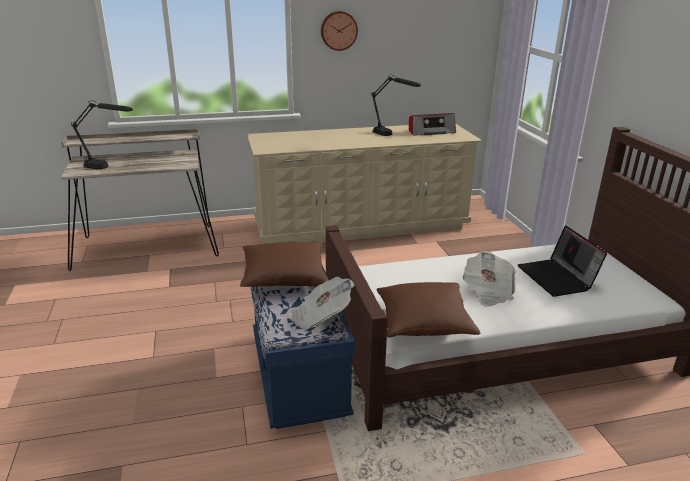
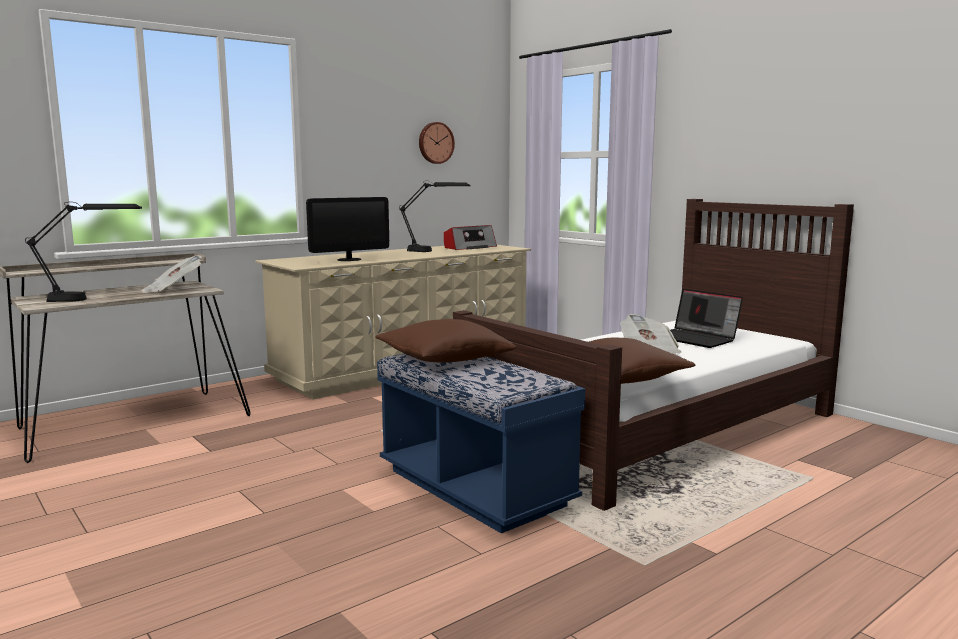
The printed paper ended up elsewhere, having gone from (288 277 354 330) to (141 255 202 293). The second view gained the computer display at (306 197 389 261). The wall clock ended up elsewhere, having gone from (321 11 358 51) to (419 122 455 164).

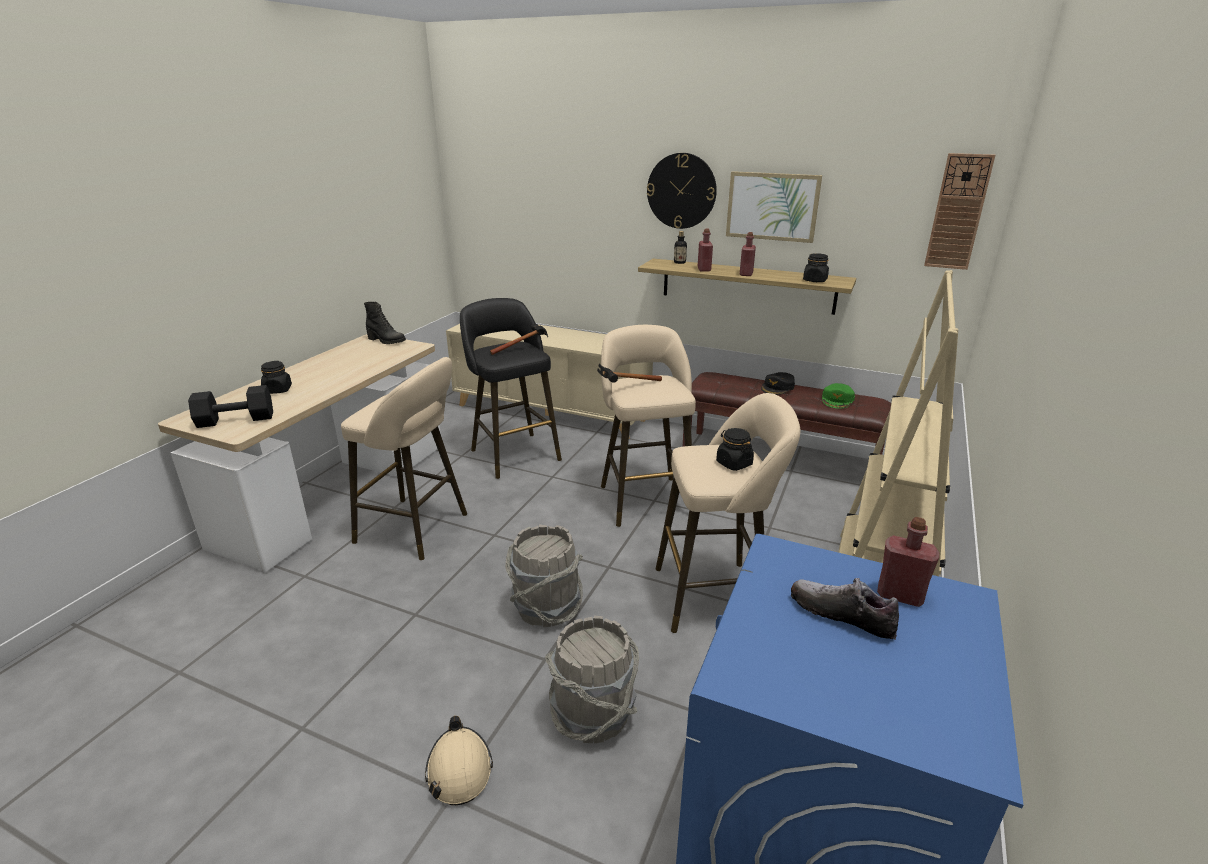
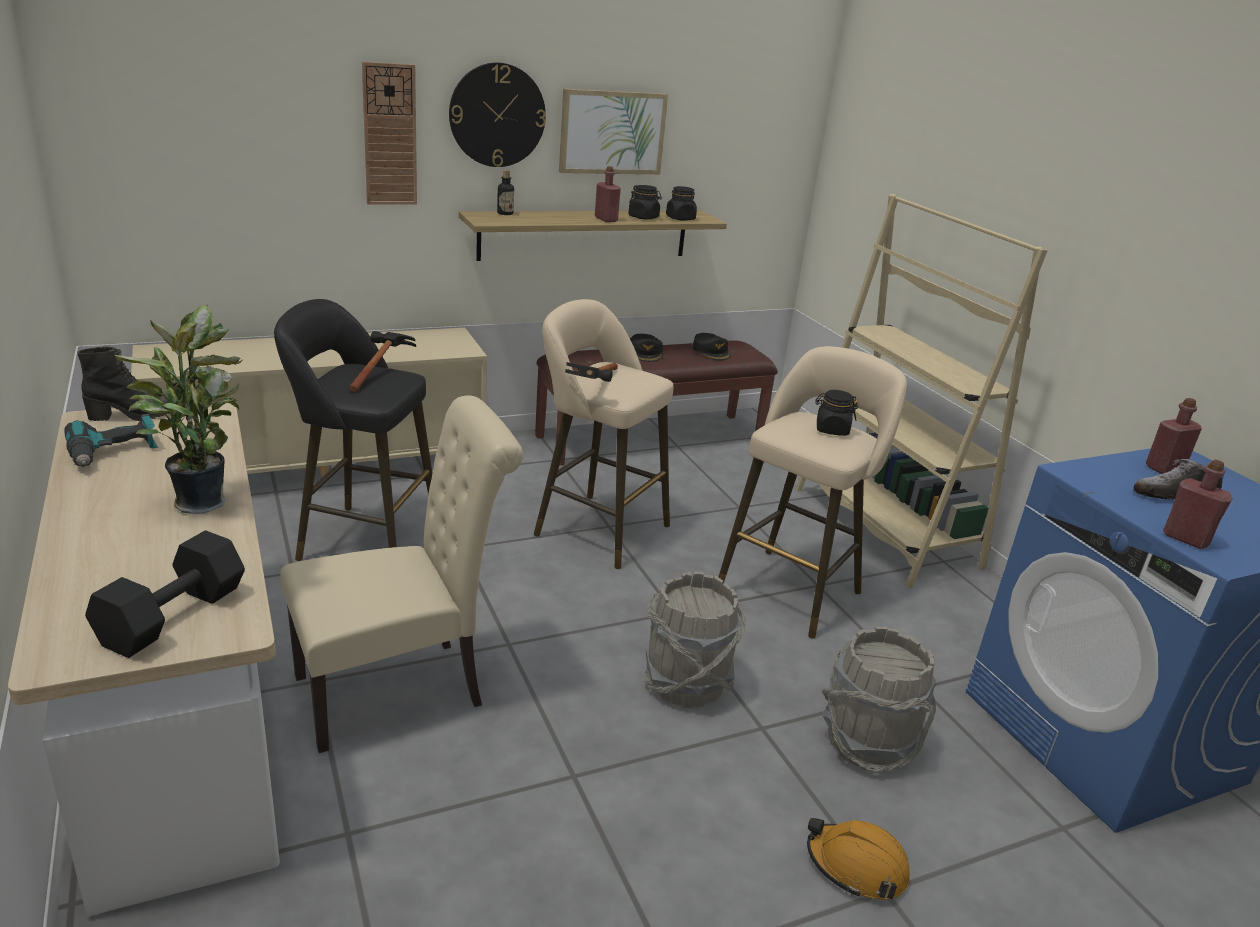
The second view gained the power drill at (64 414 158 467). The second view gained the plant in a pot at (115 305 242 514). Where the stool seat/beige stood at (341 357 467 560), the plain chair/beige came to stand at (280 395 523 753). The wall clock ended up elsewhere, having gone from (924 153 995 270) to (362 62 417 205). The preserve jar/blackish ended up elsewhere, having gone from (261 361 292 394) to (628 185 662 220). What was the cap/green-coloured at (822 383 855 409) turned into the cap/blackish at (693 333 731 360). What was the hard hat/beige at (425 716 493 805) turned into the hard hat/orange-coloured at (807 818 910 900). The beverage bottle/red-coloured ended up elsewhere, having gone from (697 229 713 272) to (1163 459 1233 549).

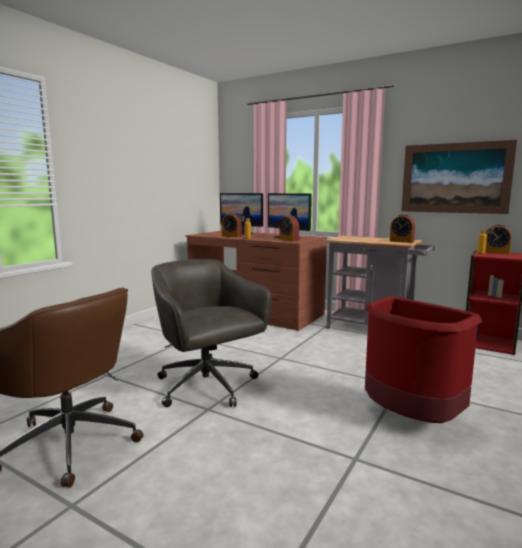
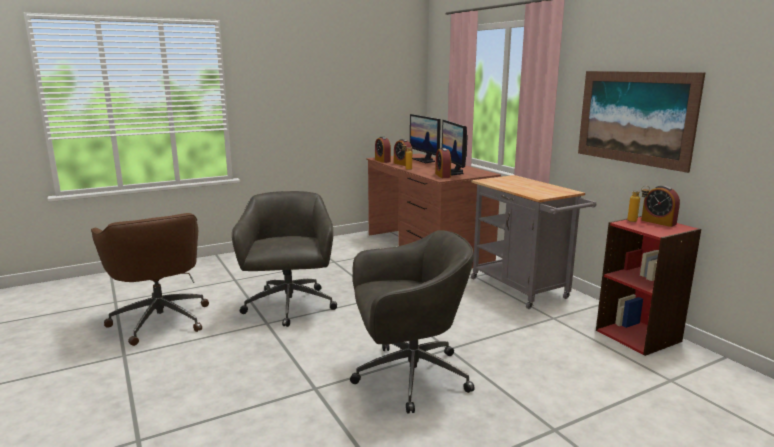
Where the waste bin/red-coloured stood at (365 296 482 423), the desk chair/greyish came to stand at (350 230 475 414). The alarm clock ended up elsewhere, having gone from (390 214 415 243) to (375 137 391 163).

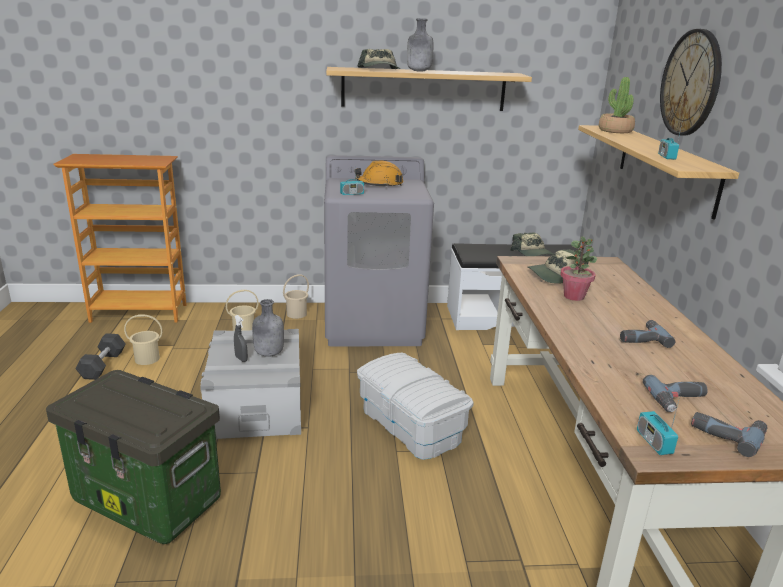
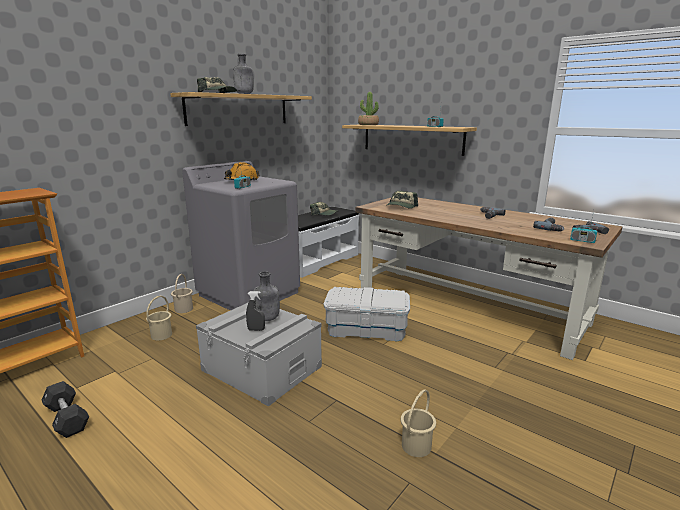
The bucket/beige ended up elsewhere, having gone from (124 314 162 365) to (401 390 436 457). The second view lost the storage box at (46 370 221 544). The second view lost the plant in a pot at (560 236 597 301). The second view lost the wall clock at (660 29 722 135).

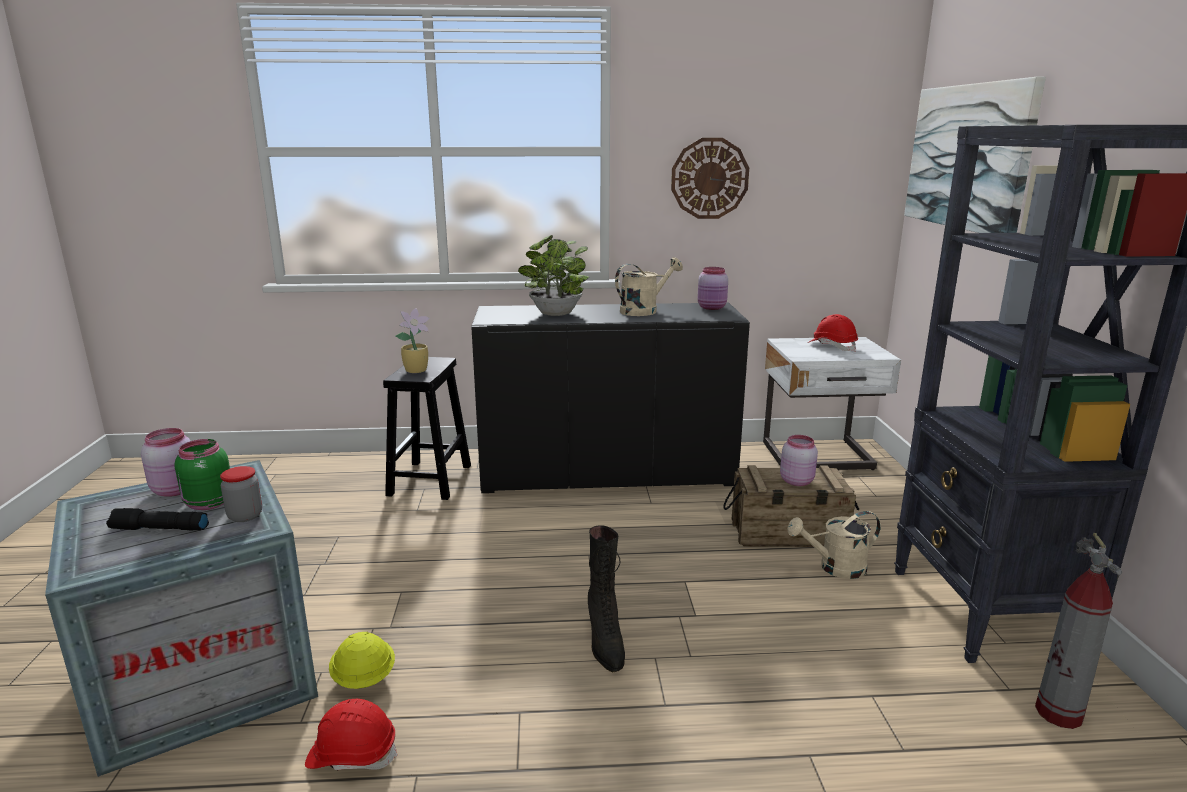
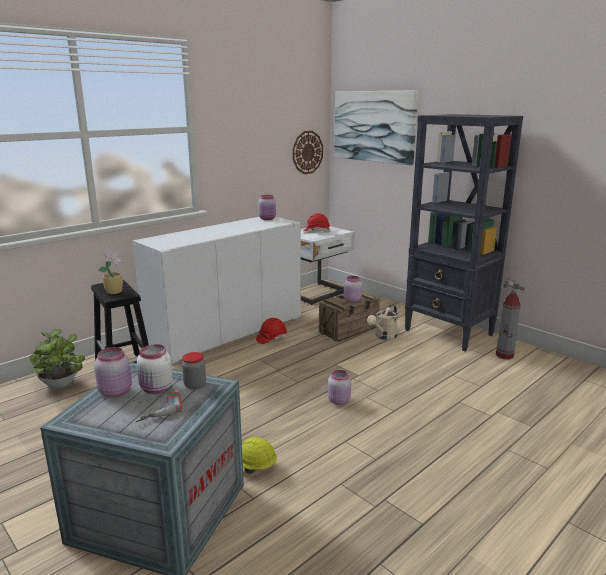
The plant in a pot ended up elsewhere, having gone from (518 235 589 316) to (30 329 85 388). What was the cupboard/blackish at (471 303 750 493) turned into the cupboard/white-coloured at (132 217 301 365). Where the hand torch/blackish stood at (106 508 209 531), the power drill came to stand at (136 390 182 422). What was the preserve jar/green-coloured at (174 439 230 510) turned into the preserve jar/white-coloured at (137 344 173 394). The hard hat/red-coloured ended up elsewhere, having gone from (305 699 398 770) to (256 318 287 344). The wall clock ended up elsewhere, having gone from (671 138 749 219) to (293 131 323 174). Where the high-top boot/blackish stood at (588 525 625 672), the preserve jar/pinkish came to stand at (328 370 351 405). The second view lost the sprinkling can/beige at (615 257 683 316).

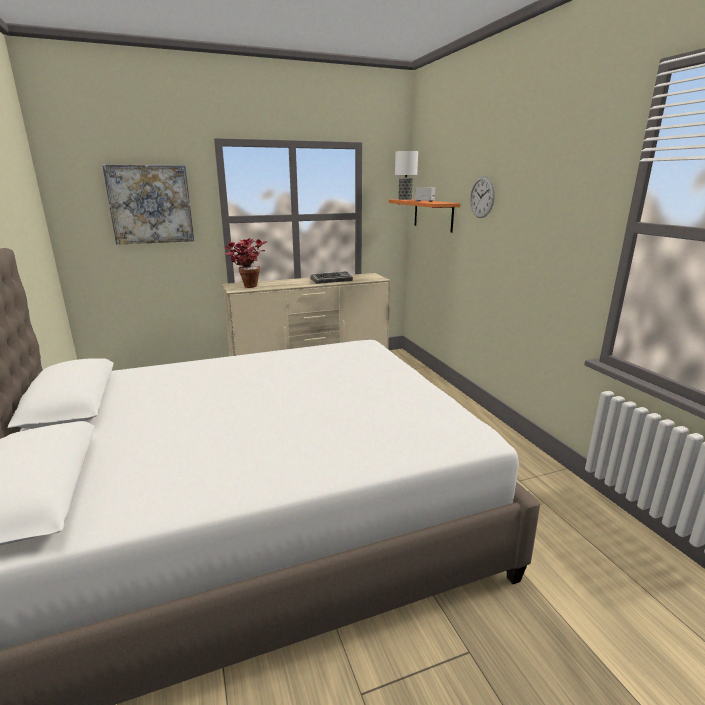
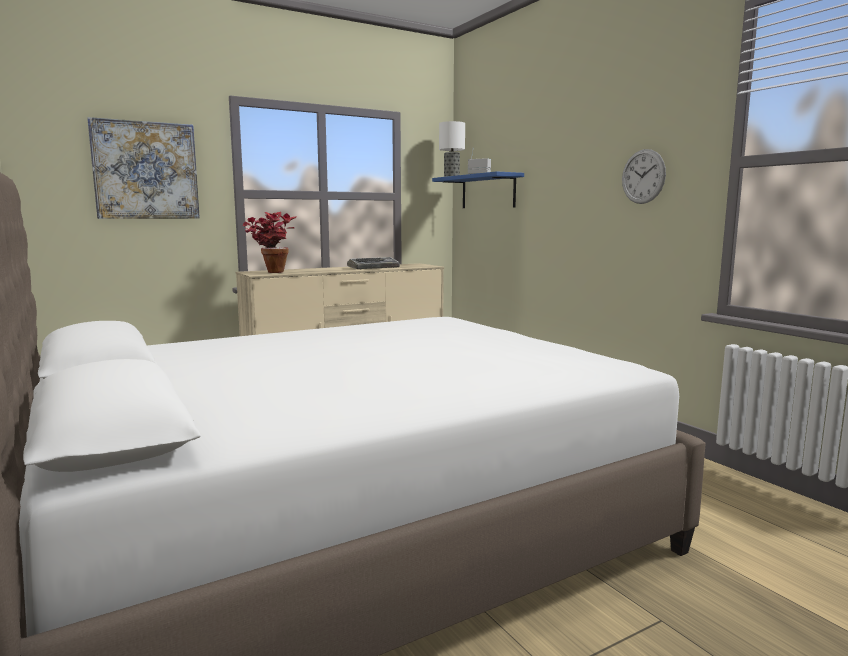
What was the shelf/orange-coloured at (389 199 460 233) turned into the shelf/blue-coloured at (432 171 524 208). The wall clock ended up elsewhere, having gone from (470 176 495 218) to (622 149 666 204).

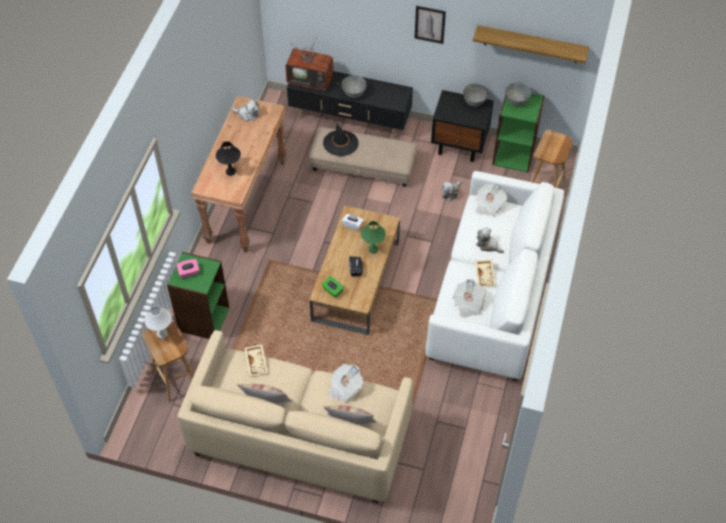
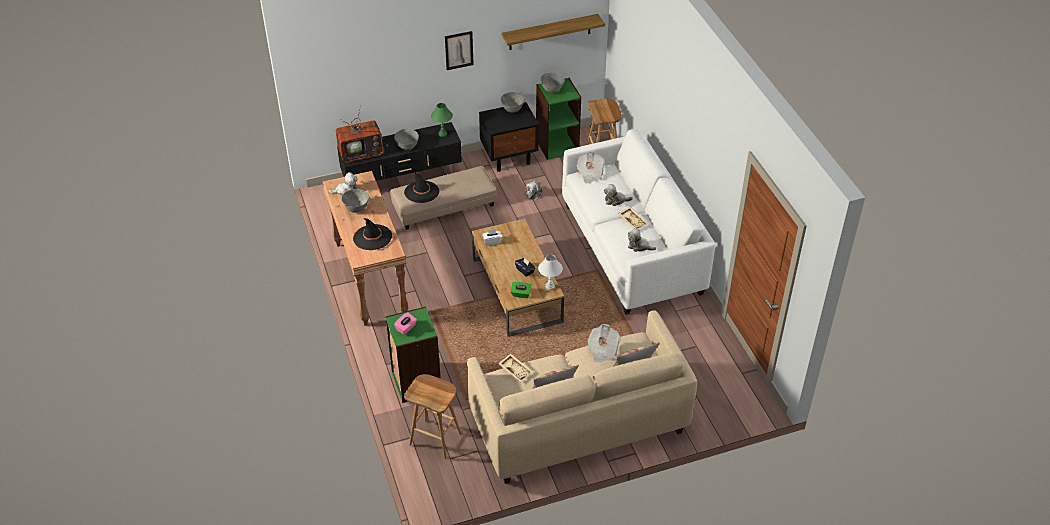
The second view gained the serving bowl/greyish at (342 189 369 213). Where the lamp for a table/blackish stood at (216 141 241 176), the hat/blackish came to stand at (353 218 392 250). The lamp for a table/green-coloured ended up elsewhere, having gone from (361 221 386 253) to (431 103 453 137). The lamp for a table/white-coloured ended up elsewhere, having gone from (145 306 172 339) to (538 255 563 290). Where the printed paper stood at (453 279 486 318), the cuddly toy came to stand at (628 228 656 252).

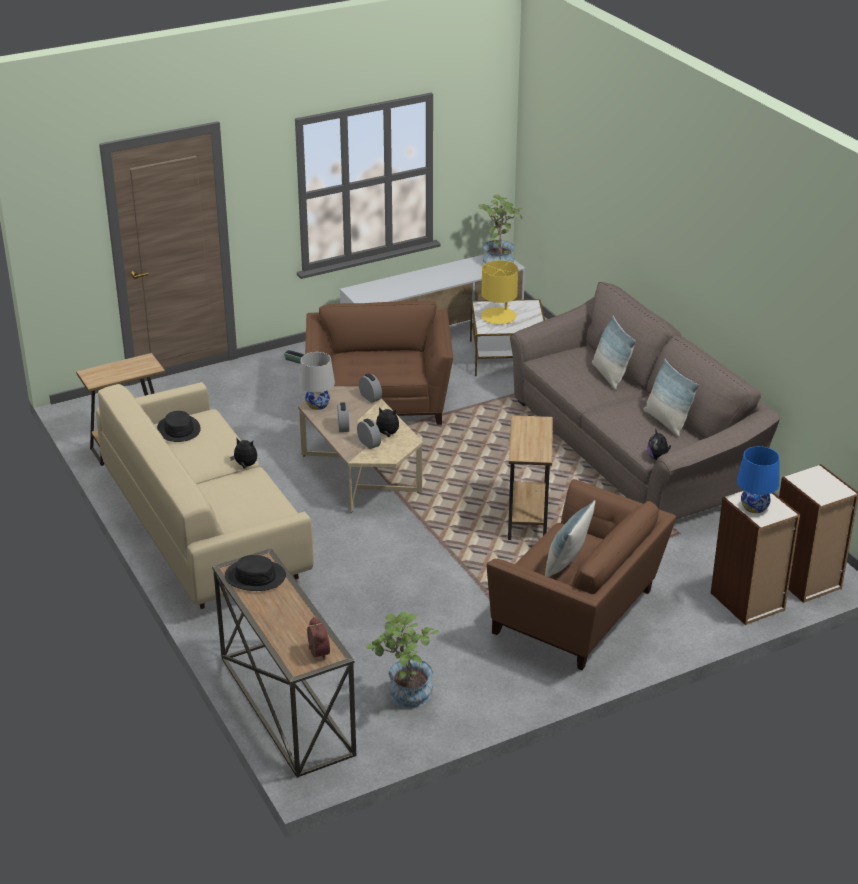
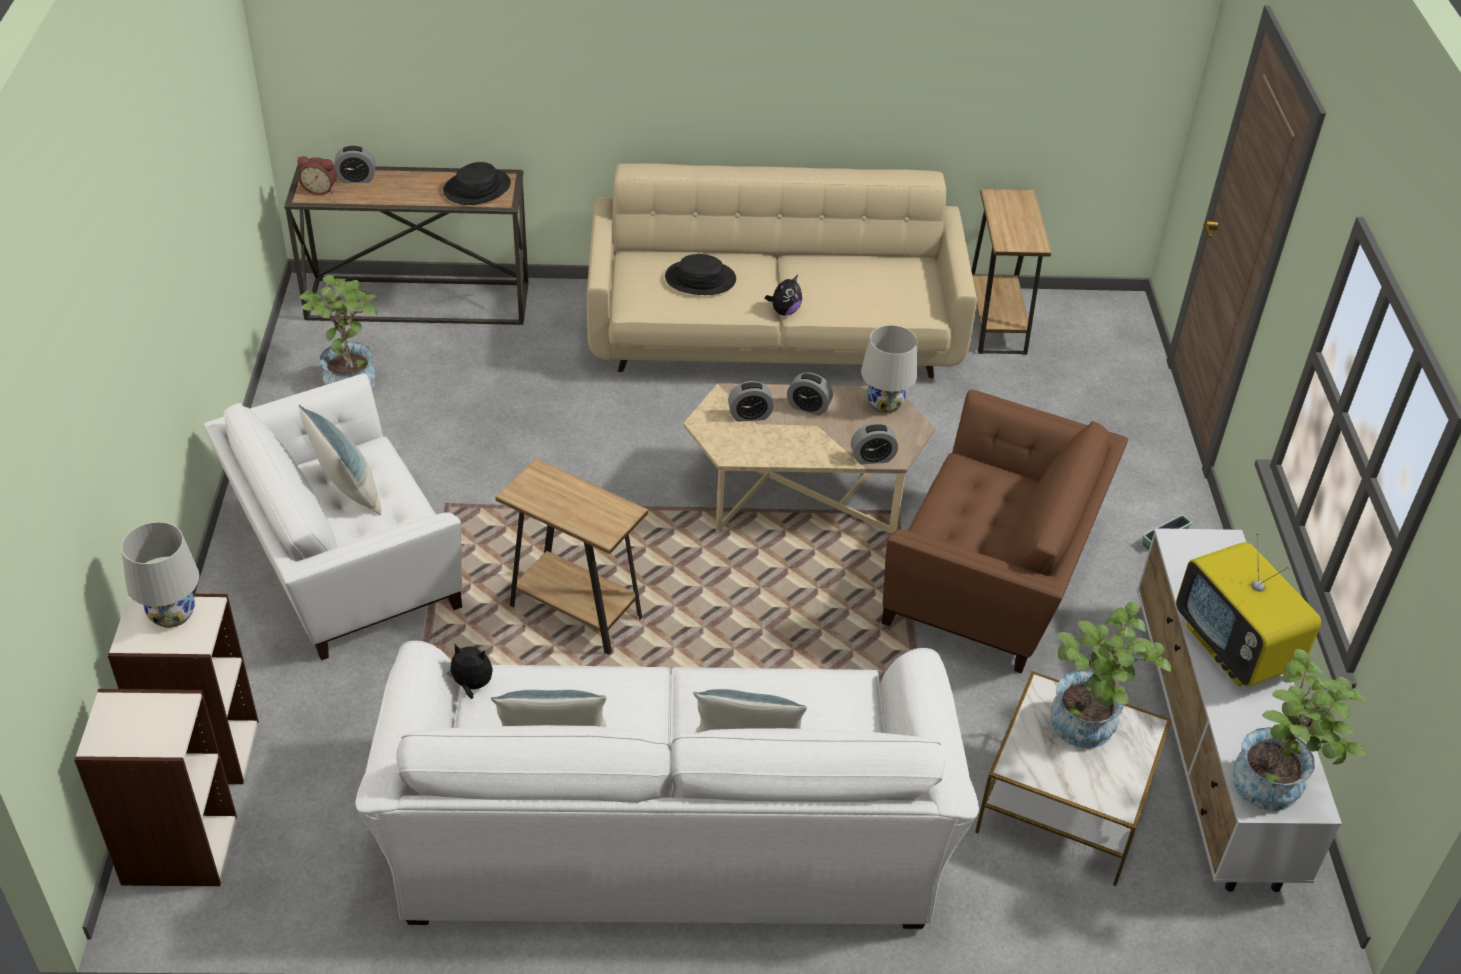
What was the lamp for a table/blue-coloured at (737 446 780 513) turned into the lamp for a table/white-coloured at (121 522 199 628). What was the armchair/brown-coloured at (487 479 676 670) turned into the armchair/white-coloured at (203 373 462 660). The second view gained the alarm clock at (334 145 375 184). What was the sofa/brown-coloured at (510 282 781 519) turned into the sofa/white-coloured at (355 641 979 929). The hat/blackish ended up elsewhere, having gone from (157 411 201 442) to (665 254 736 295). Where the lamp for a table/yellow-coloured stood at (481 260 518 324), the plant in a pot came to stand at (1051 602 1172 748). The second view gained the TV at (1176 532 1321 686). The second view lost the cuddly toy at (376 407 399 437).

